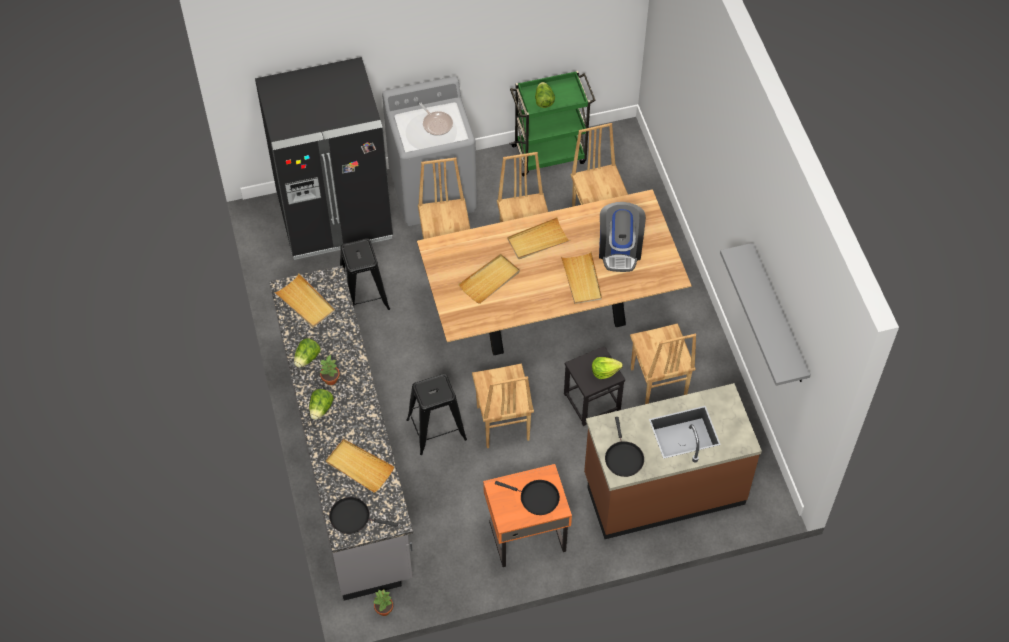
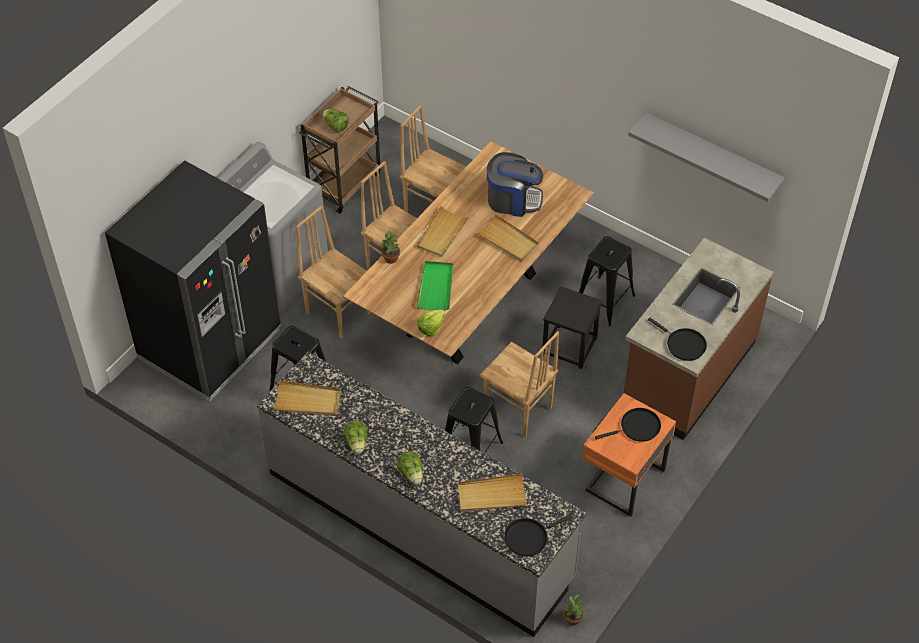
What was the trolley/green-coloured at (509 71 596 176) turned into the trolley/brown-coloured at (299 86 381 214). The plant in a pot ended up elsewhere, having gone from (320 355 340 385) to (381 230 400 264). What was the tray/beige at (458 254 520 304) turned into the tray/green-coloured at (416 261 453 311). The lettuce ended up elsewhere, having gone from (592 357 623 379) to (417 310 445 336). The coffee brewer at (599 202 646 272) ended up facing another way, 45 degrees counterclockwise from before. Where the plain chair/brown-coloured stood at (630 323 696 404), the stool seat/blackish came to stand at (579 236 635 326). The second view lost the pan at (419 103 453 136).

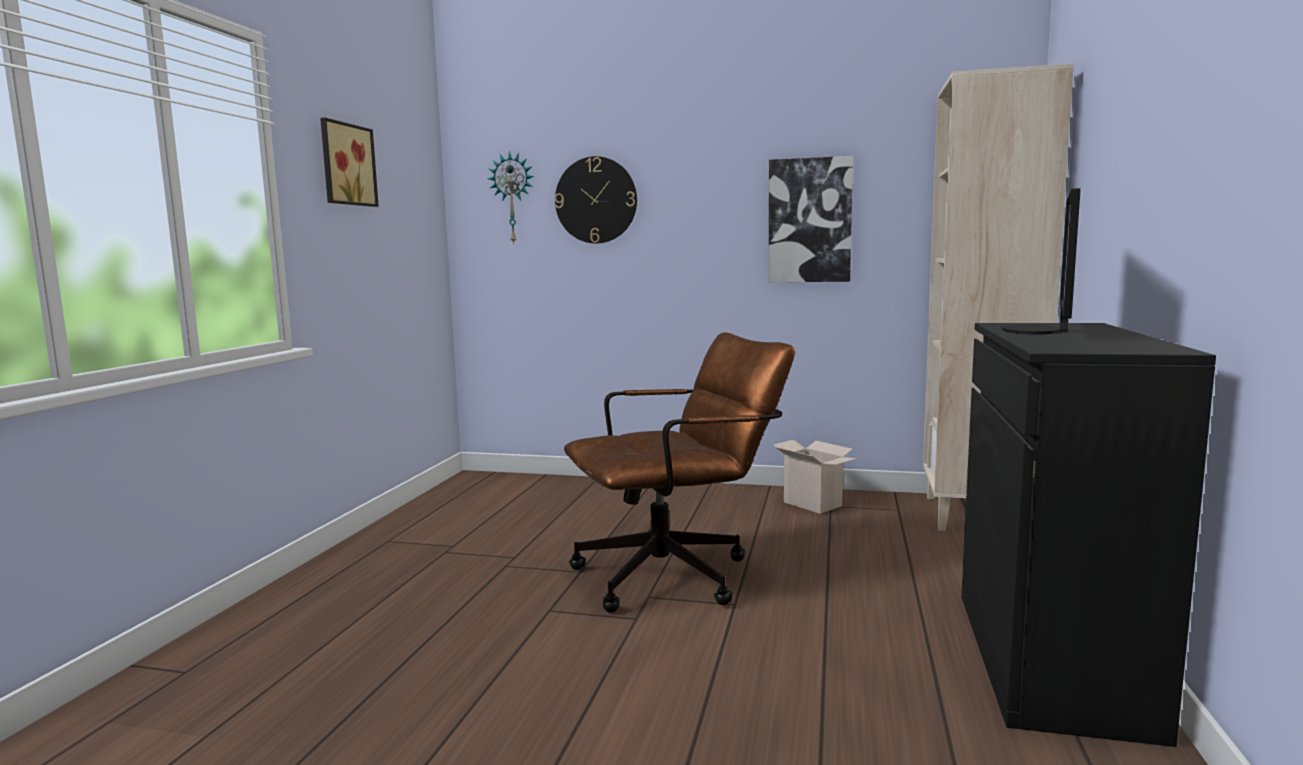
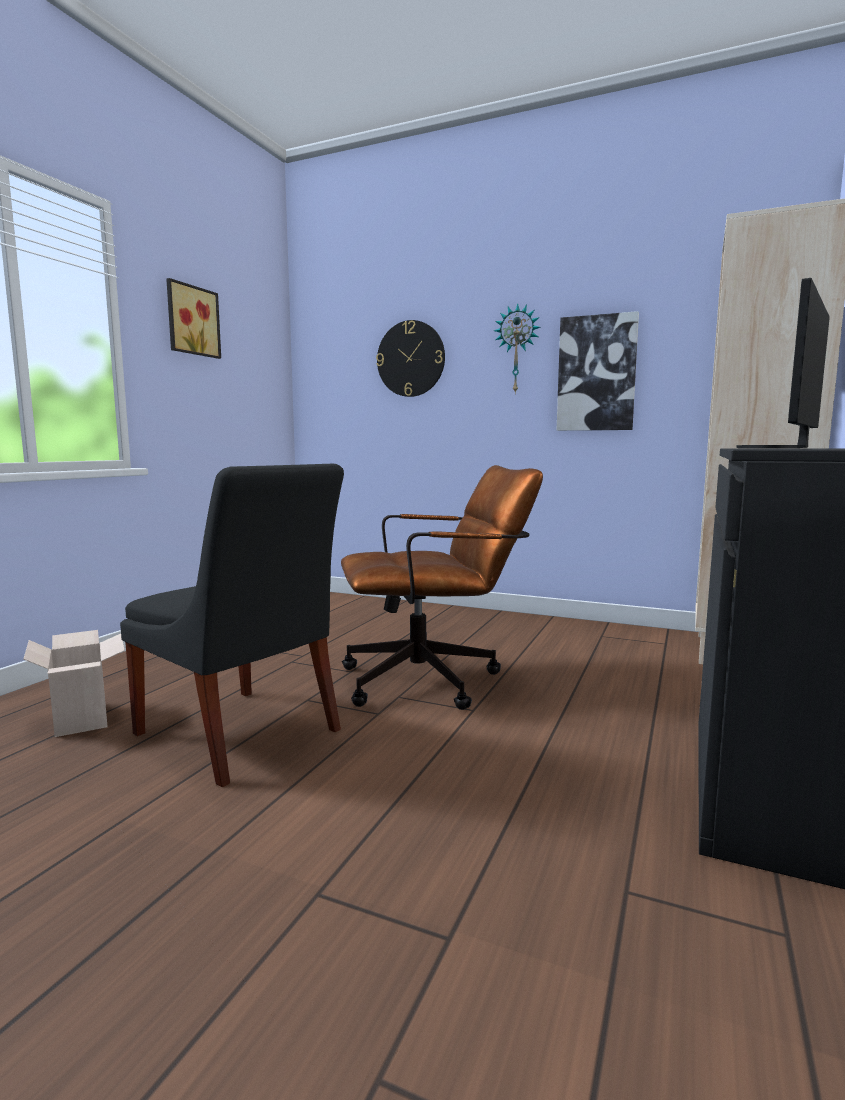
The cardboard box ended up elsewhere, having gone from (773 440 857 514) to (23 630 125 737). The second view gained the plain chair/blackish at (120 464 344 787). The wall clock ended up elsewhere, having gone from (487 151 534 245) to (494 303 540 393).

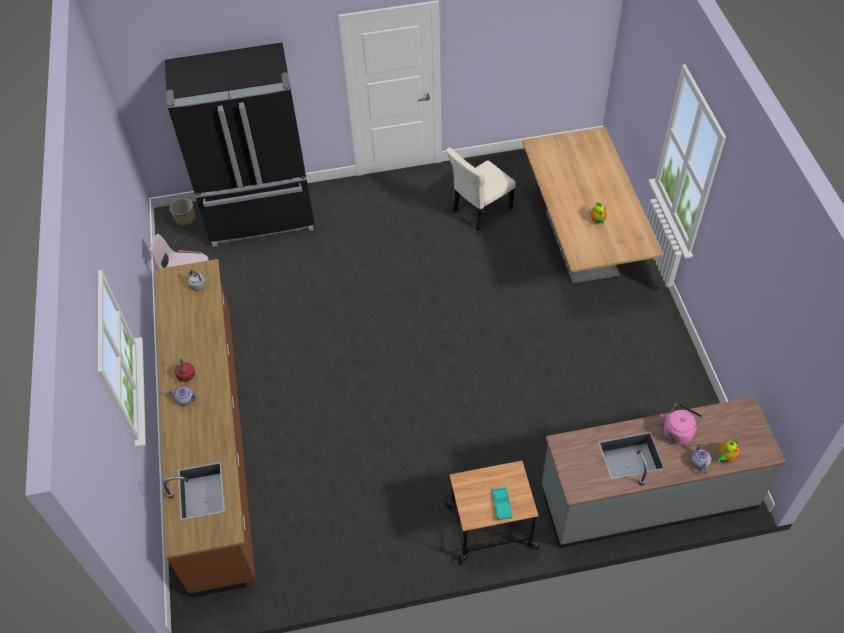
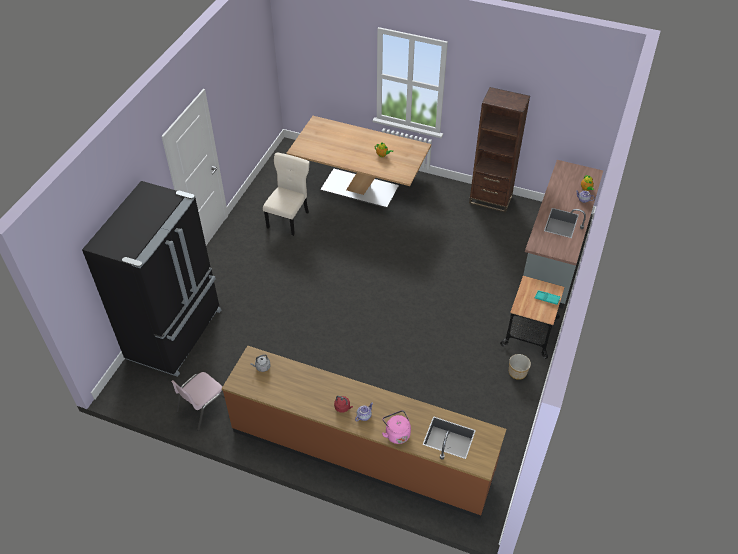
The plain chair/beige at (446 148 516 232) ended up facing another way, 150 degrees counterclockwise from before. The water kettle/pinkish ended up elsewhere, having gone from (660 403 702 445) to (382 410 411 444). The second view gained the shelving unit/brown-coloured at (469 87 530 213). The planter ended up elsewhere, having gone from (170 198 195 226) to (509 354 531 380).

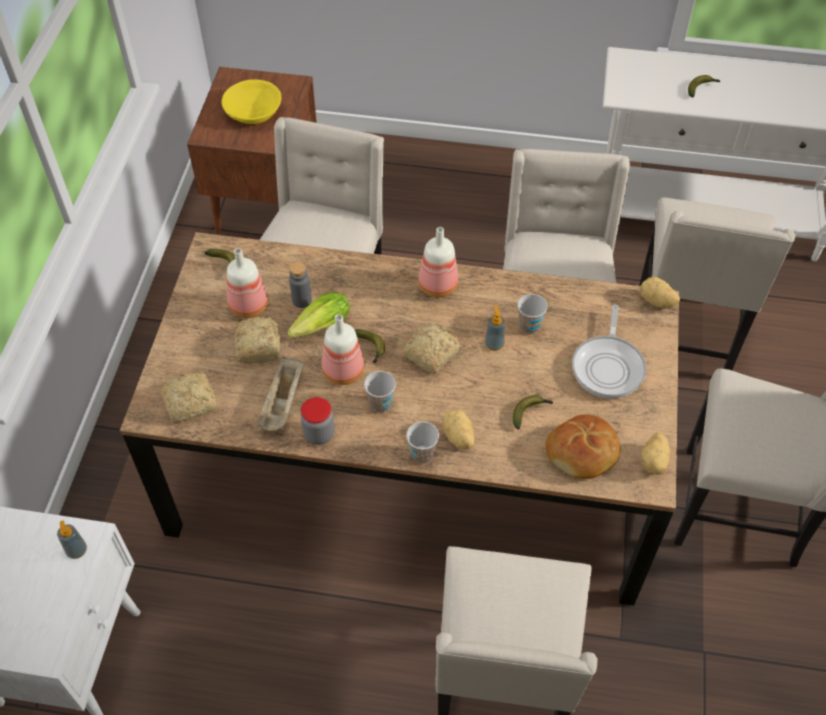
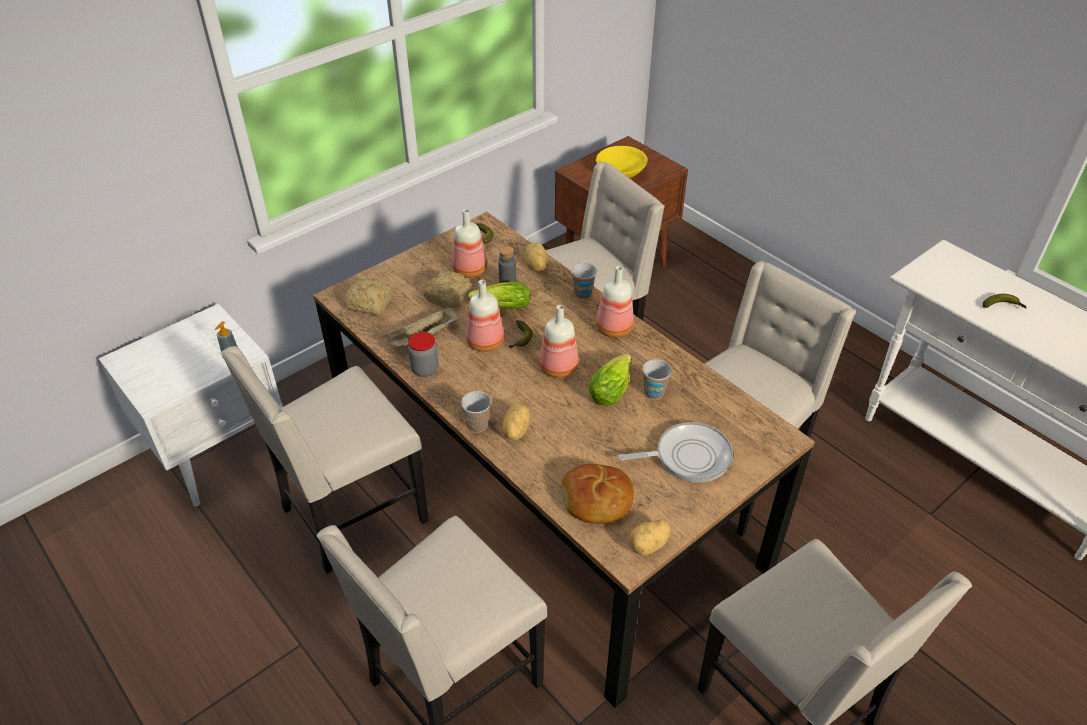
The plain chair/beige ended up elsewhere, having gone from (639 198 795 370) to (221 346 428 574). The whole potato ended up elsewhere, having gone from (641 277 680 309) to (525 243 547 271). Where the baked bread stood at (403 323 460 374), the beverage bottle came to stand at (539 305 579 378). The drinking cup ended up elsewhere, having gone from (364 371 396 413) to (571 263 597 299). Where the soap dispenser stood at (485 305 505 351), the lettuce came to stand at (589 353 632 406). The pan at (572 305 646 399) ended up facing another way, 150 degrees counterclockwise from before. The second view lost the banana at (513 395 553 429).

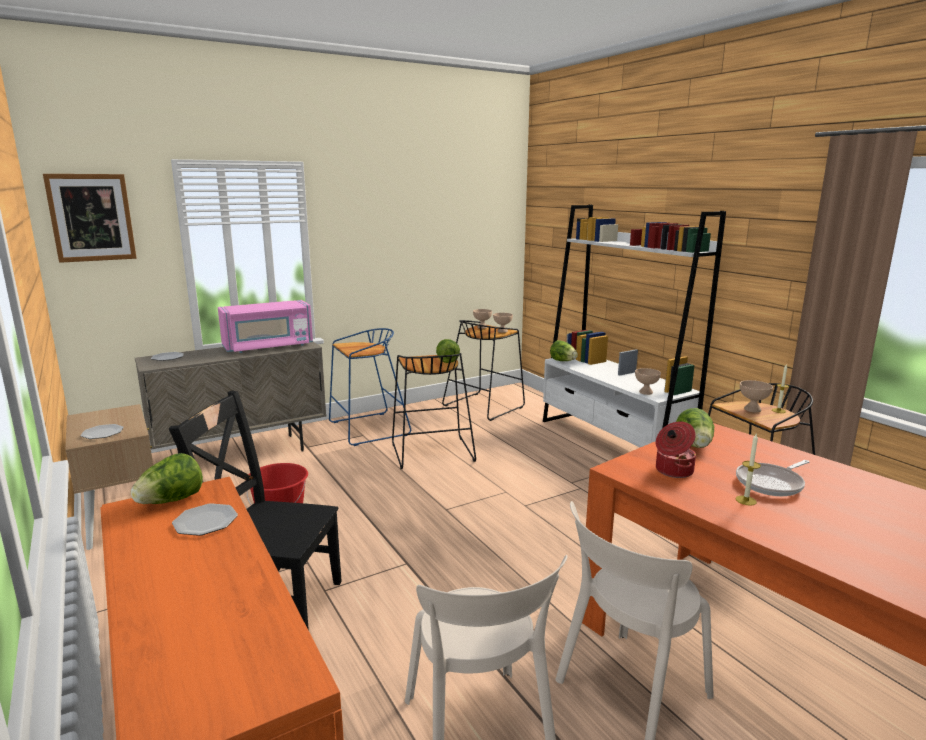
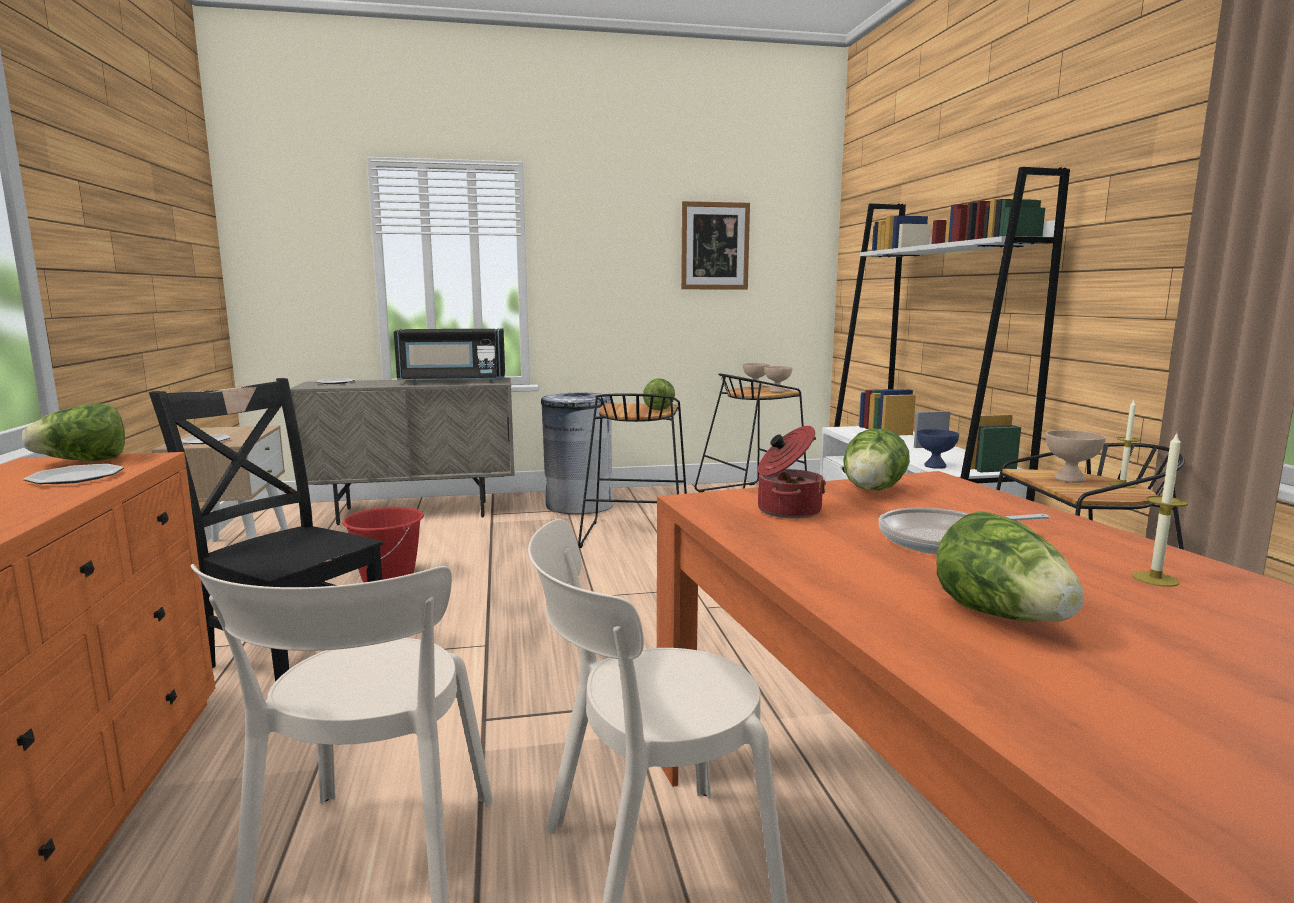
What was the microwave/pinkish at (218 300 313 353) turned into the microwave/blackish at (394 329 505 384). Where the stool seat/blue-coloured stood at (329 328 411 446), the waste bin/greyish came to stand at (541 392 614 514). The picture ended up elsewhere, having gone from (43 174 137 263) to (681 201 750 289). What was the serving bowl/beige at (635 368 661 395) turned into the serving bowl/blue-coloured at (917 429 959 469). The lettuce ended up elsewhere, having gone from (550 340 578 361) to (936 511 1084 622). The wax candle ended up elsewhere, having gone from (736 434 761 506) to (1132 434 1188 587).

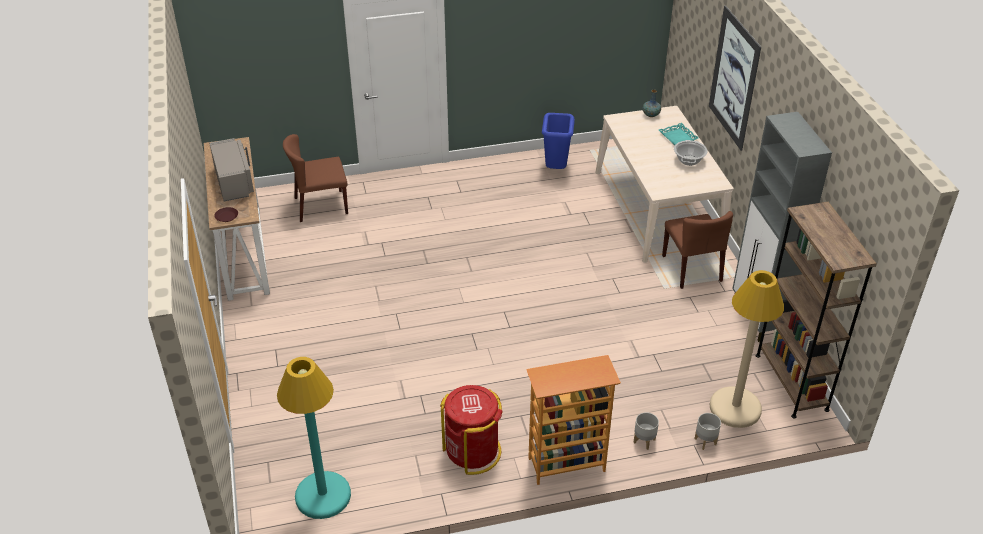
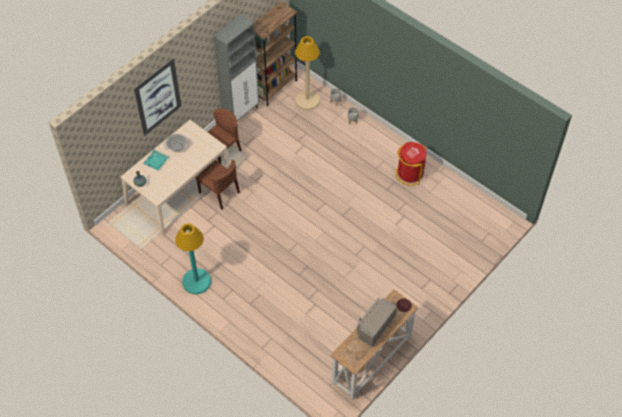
The standard lamp/blue-green ended up elsewhere, having gone from (277 357 351 519) to (175 223 211 294). The plain chair/brown-coloured ended up elsewhere, having gone from (283 134 348 222) to (196 160 240 209). The second view lost the shelving unit at (526 355 621 485). The second view lost the waste bin/blue-coloured at (542 113 575 169).

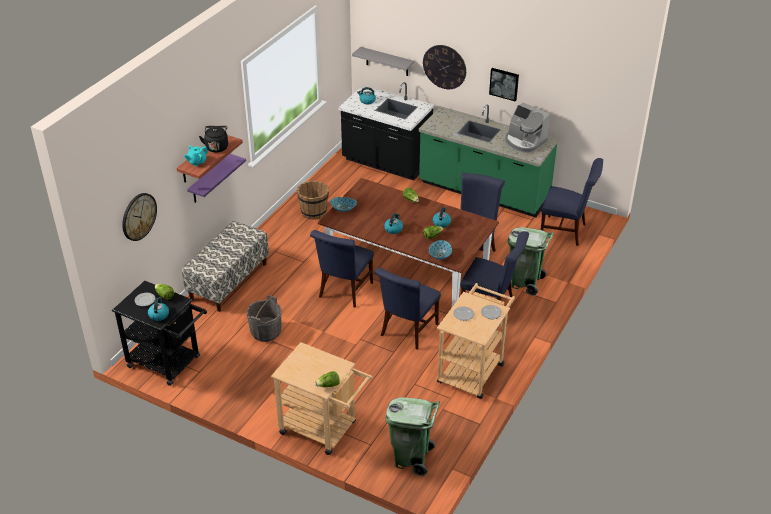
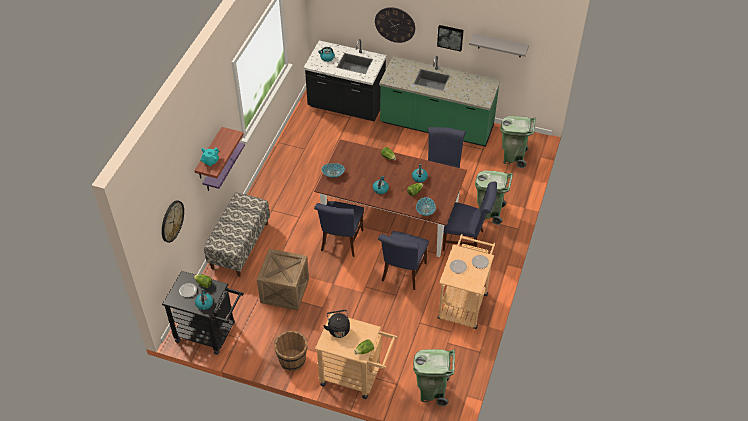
Where the bucket/greyish stood at (246 295 282 342), the shipping crate came to stand at (257 249 309 311). The bucket/brown-coloured ended up elsewhere, having gone from (297 181 329 219) to (274 331 307 371). The water kettle/blackish ended up elsewhere, having gone from (199 126 228 153) to (323 310 350 338). The shelf/greyish ended up elsewhere, having gone from (352 47 414 76) to (469 33 529 57). Where the plain chair/blue-coloured stood at (541 158 603 246), the waste bin/green-coloured came to stand at (500 116 536 168). The second view lost the coffee brewer at (505 103 550 153).

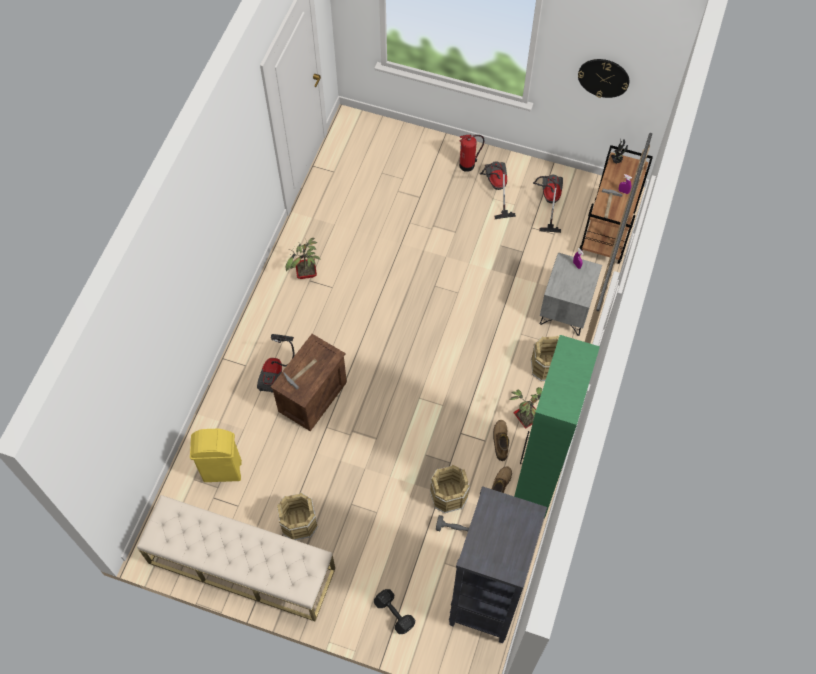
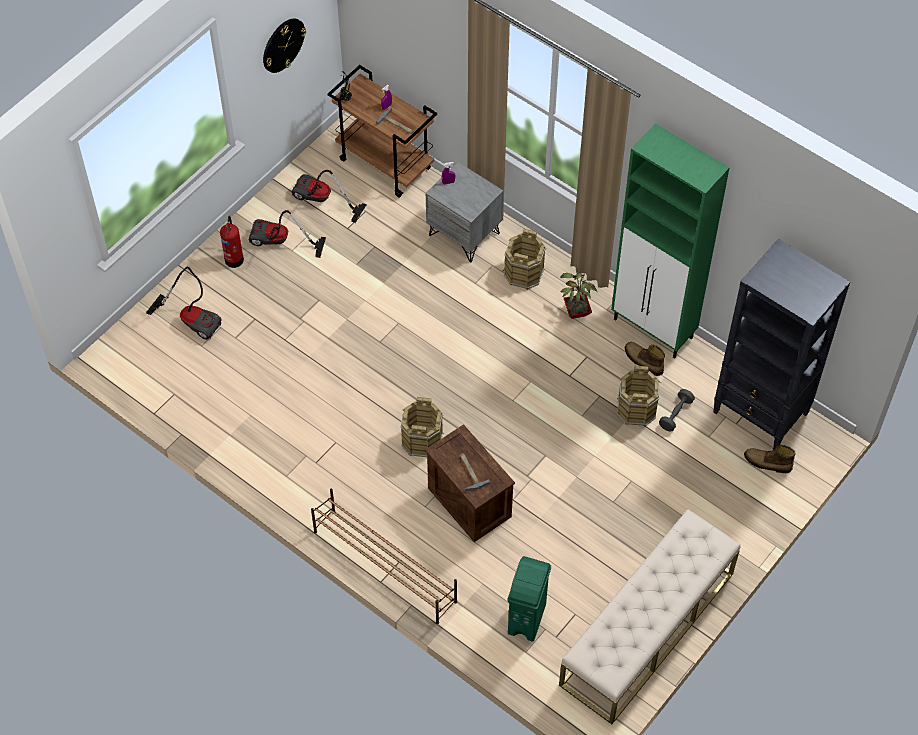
The vacuum ended up elsewhere, having gone from (257 334 295 393) to (146 267 222 340). The second view gained the shoe stand/brown-coloured at (311 489 457 624). The bucket/brown-coloured ended up elsewhere, having gone from (277 492 318 540) to (401 397 444 457). What was the waste bin/yellow-coloured at (190 429 242 482) turned into the waste bin/green-coloured at (508 556 551 642). The high-top boot ended up elsewhere, having gone from (493 420 509 461) to (744 445 796 473). The second view lost the plant in a pot at (286 238 321 279). The second view lost the dumbbell/blackish at (374 589 415 634).

